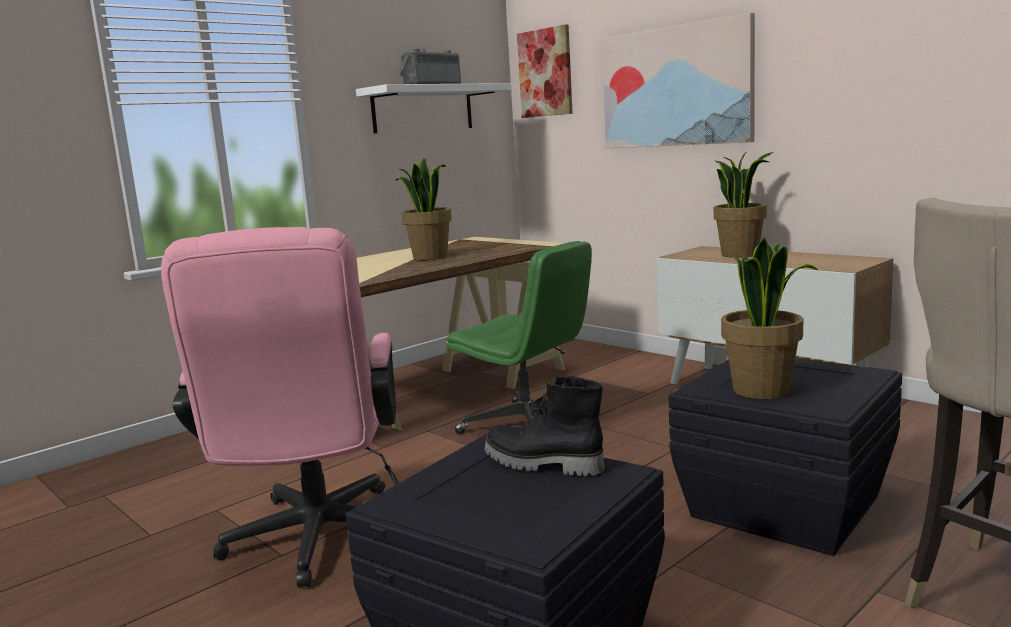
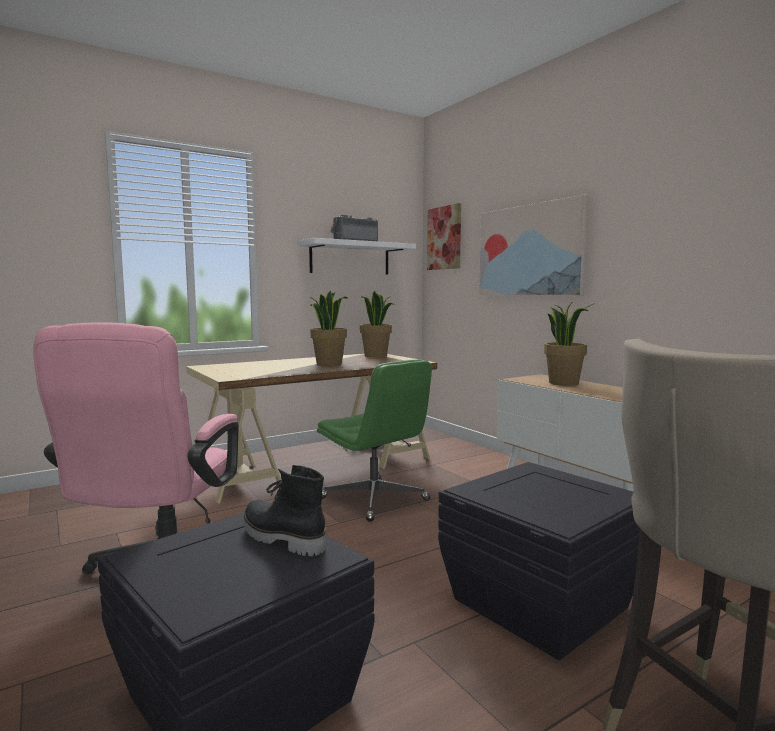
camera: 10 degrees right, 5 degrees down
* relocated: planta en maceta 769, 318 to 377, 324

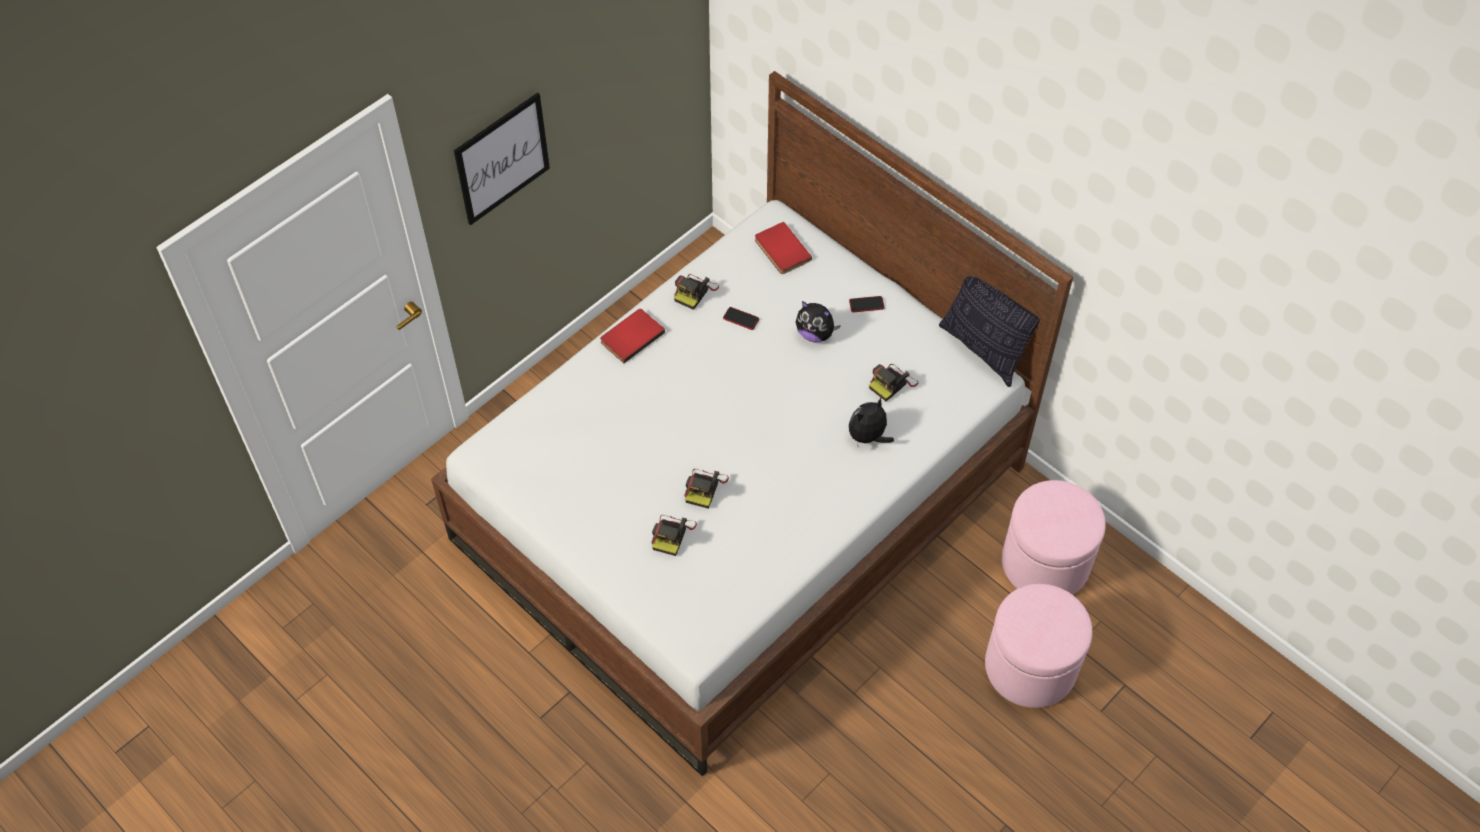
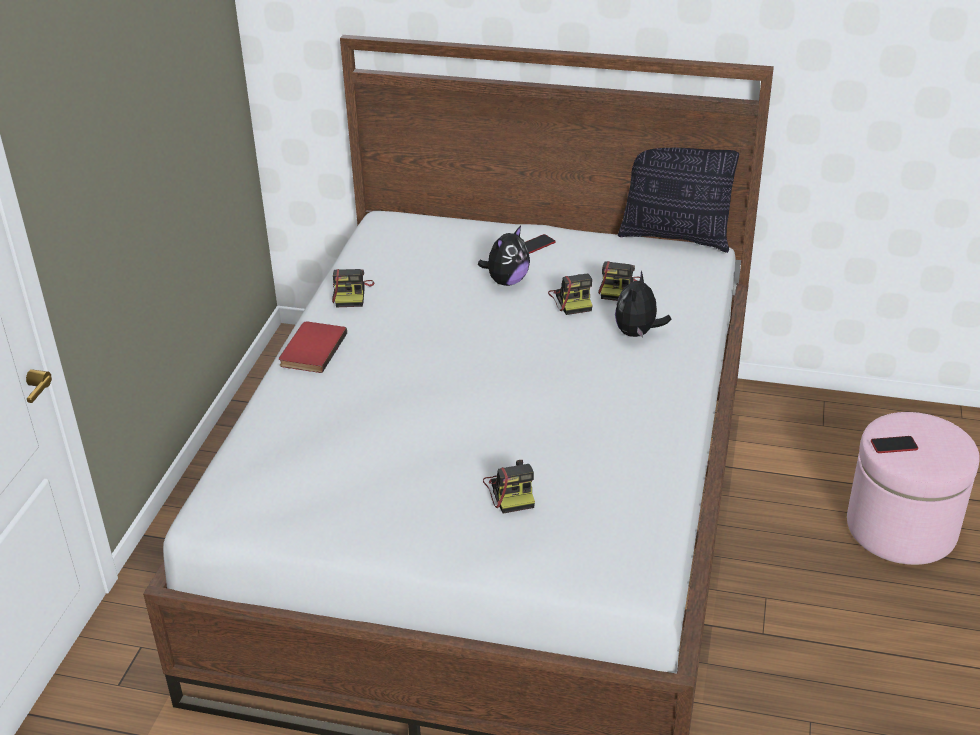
camera: 30 degrees left, 20 degrees down
* missing: cuadro 502, 158
* missing: libro (rojo) 783, 248
* missing: puf (rosa) 1054, 537
* relocated: cámara 706, 488 to 570, 294
* relocated: móvil 741, 318 to 894, 444
* spun: peluche 818, 321 = 504, 256 45 degrees counterclockwise

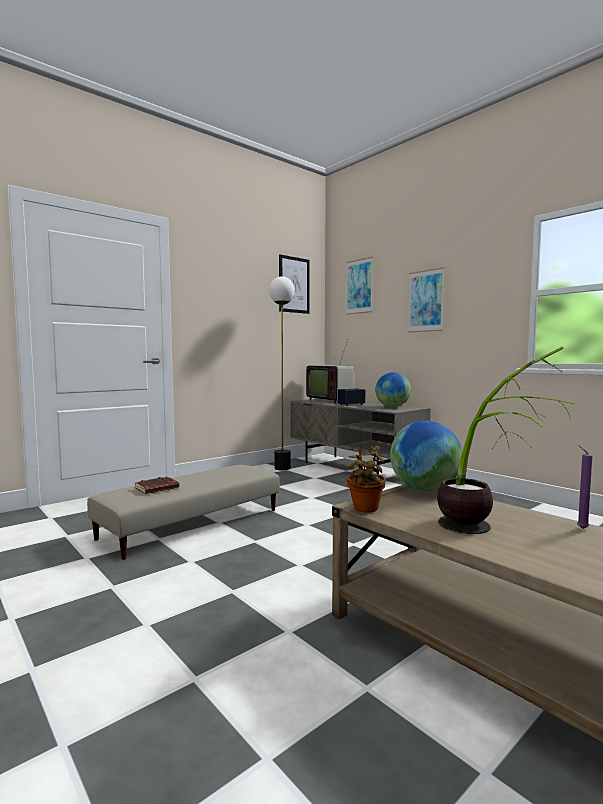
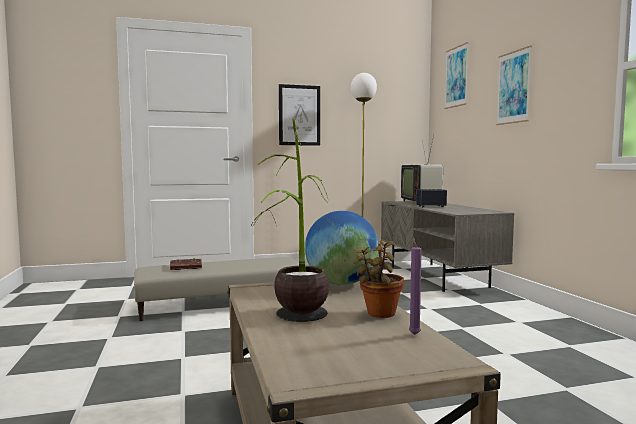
camera: 25 degrees right, 0 degrees up
* missing: globo terráqueo 393, 389
* relocated: cuadro 294, 284 to 299, 115
* relocated: planta en maceta 366, 478 to 379, 279

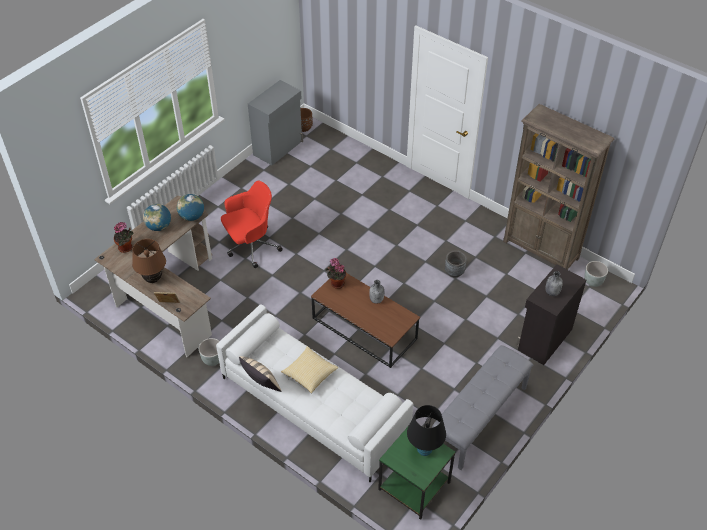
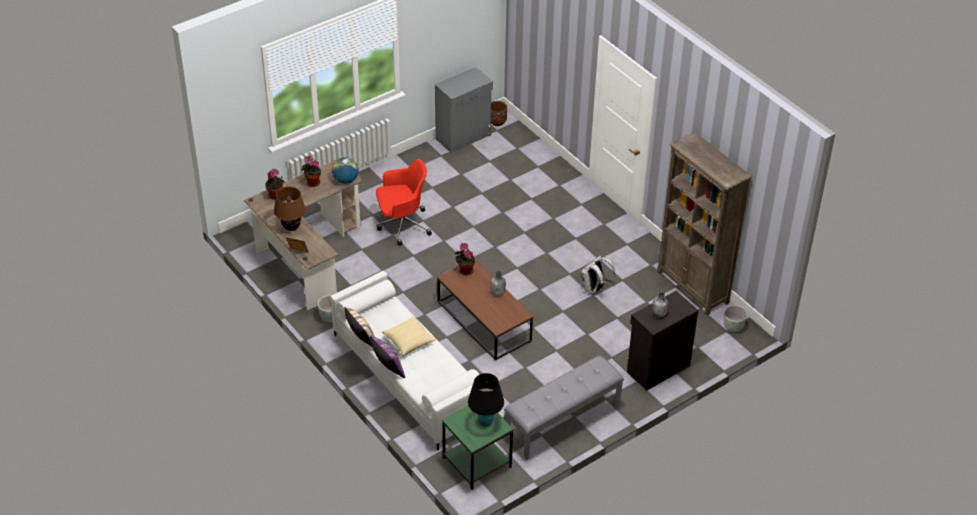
camera: 15 degrees right, 5 degrees down
* appeared: cojín (morado) 387, 357
* exchanged: globo terráqueo 157, 217 to planta en maceta 311, 171
* exchanged: maceta (gris) 456, 264 to mochila (blanco) 598, 275

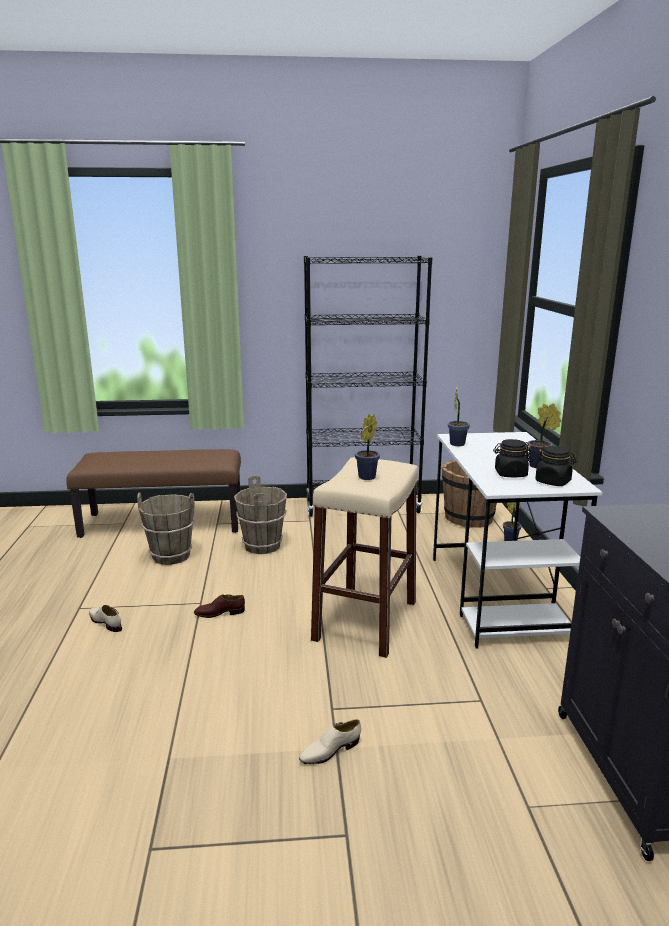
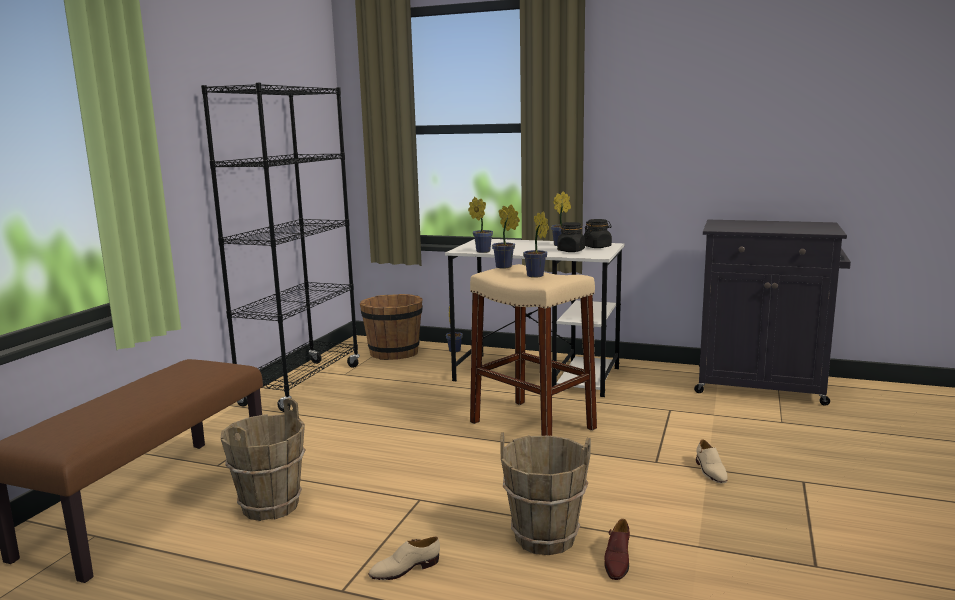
camera: 65 degrees left, 5 degrees down
* appeared: planta en maceta 506, 237
* relocated: zapato (marrón) 219, 606 to 617, 549
* relocated: cubo (marrón) 260, 514 to 545, 493

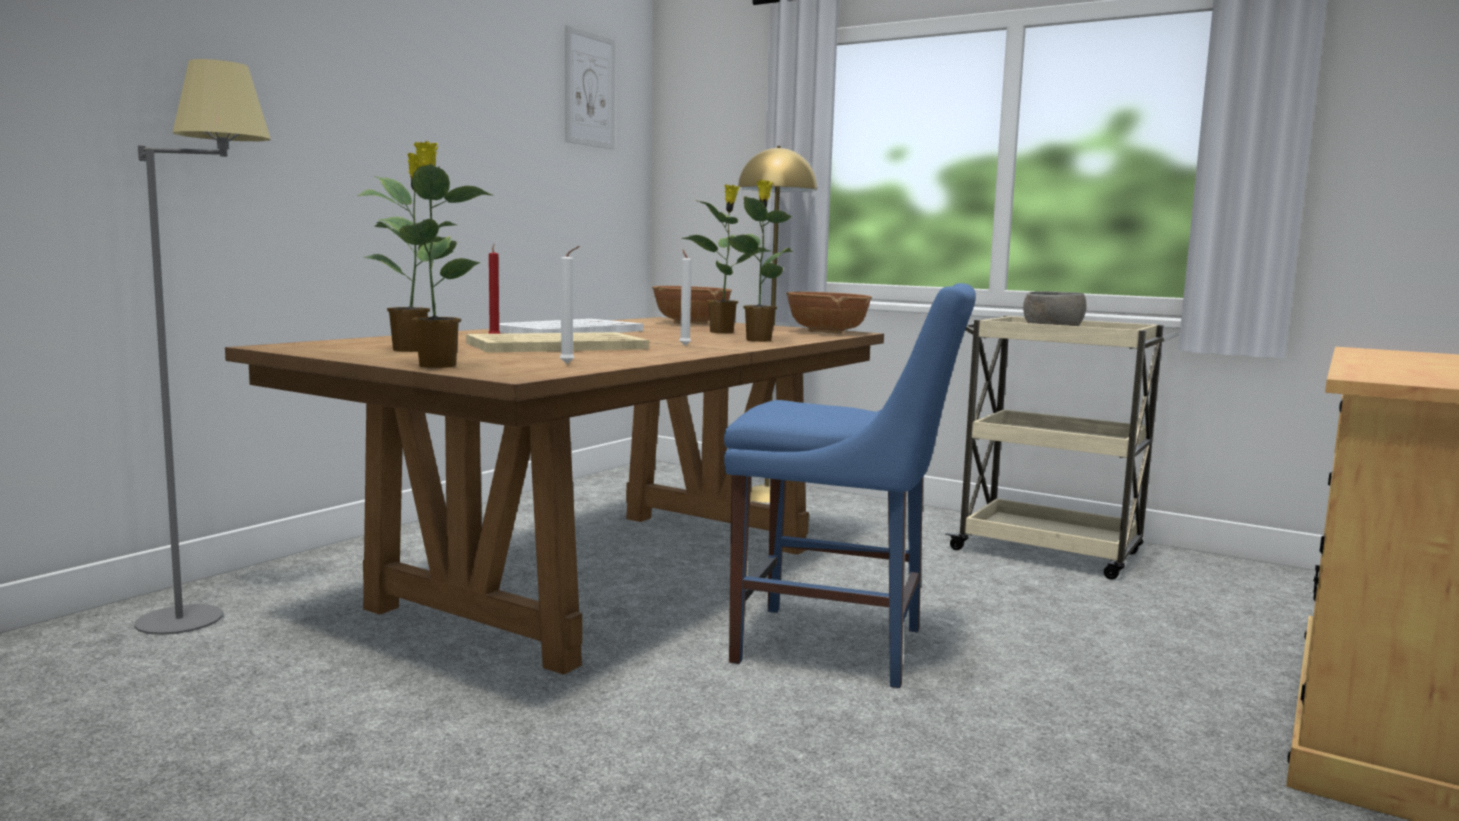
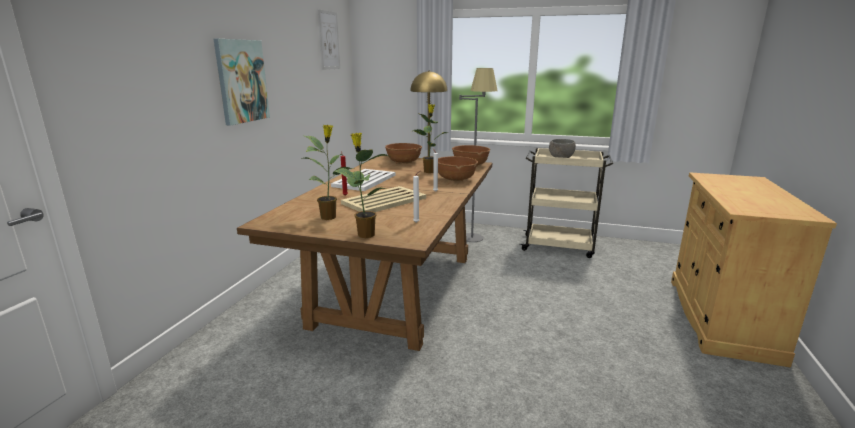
camera: 15 degrees left, 10 degrees up
* missing: silla (azul) 850, 485
* appeared: cuadro 242, 82
* relocated: lámpara de pie (gris) 202, 347 to 478, 155
* exchanged: planta en maceta 760, 261 to cuenco (marrón) 458, 168

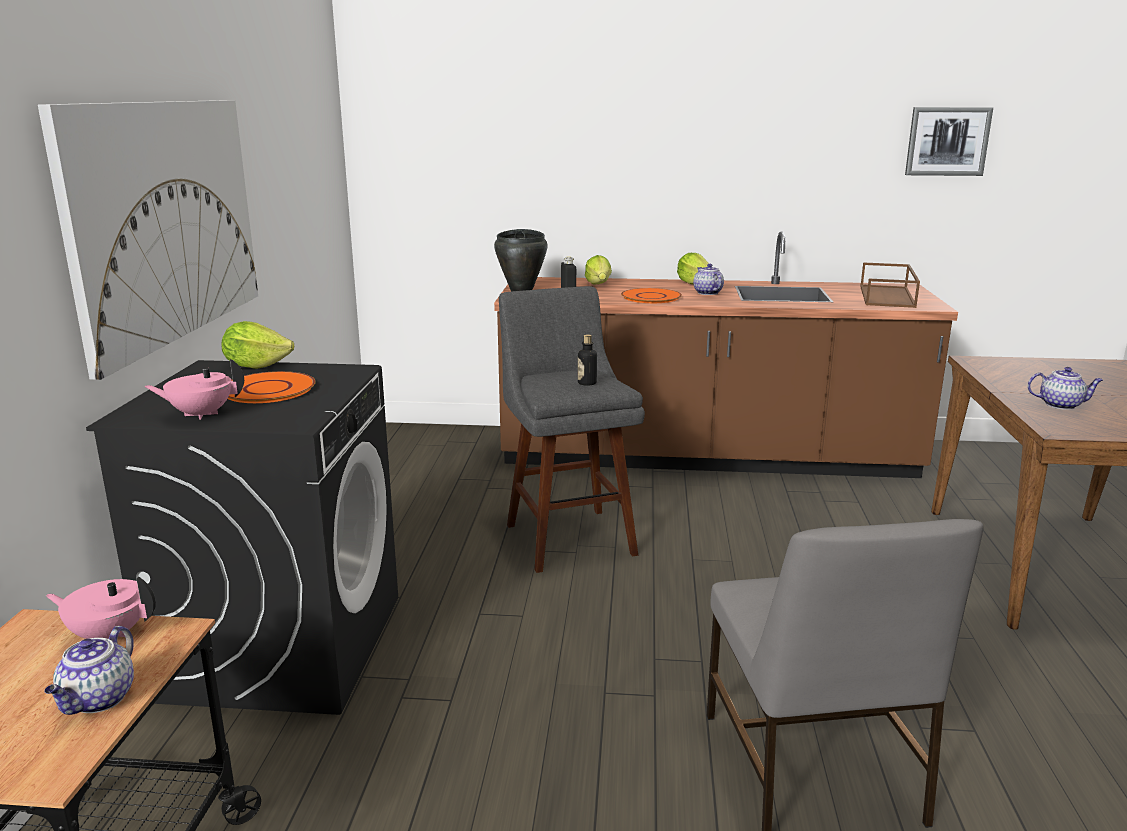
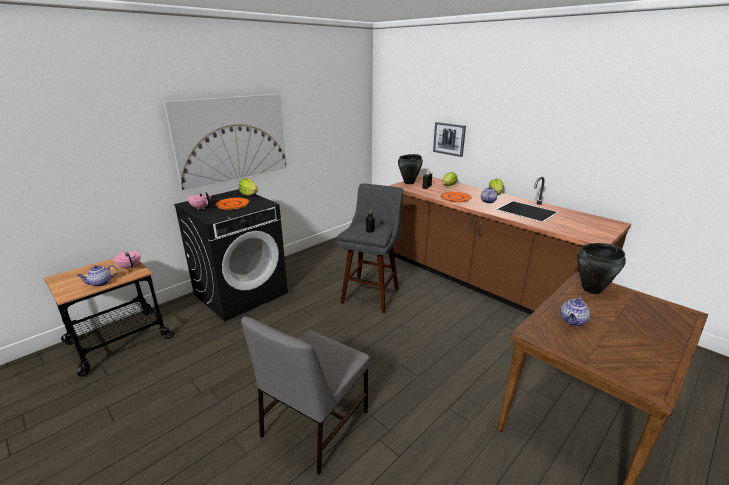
camera: 40 degrees right, 5 degrees up
* missing: bandeja (marrón) 890, 285
* appeared: olla (negro) 601, 268
* relocated: cuadro 949, 141 to 449, 139
* spun: tetera 1065, 388 = 575, 311 75 degrees clockwise

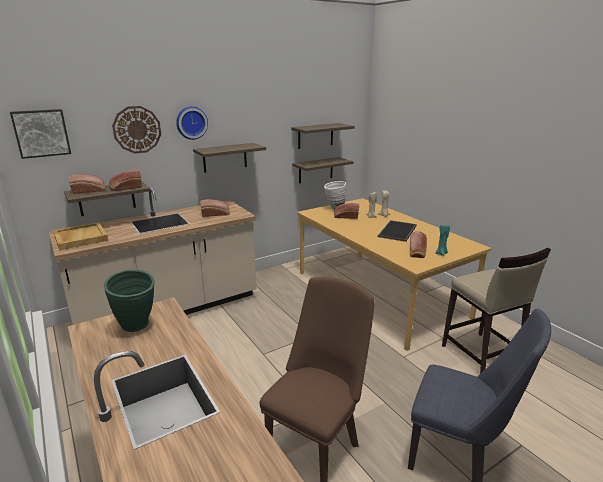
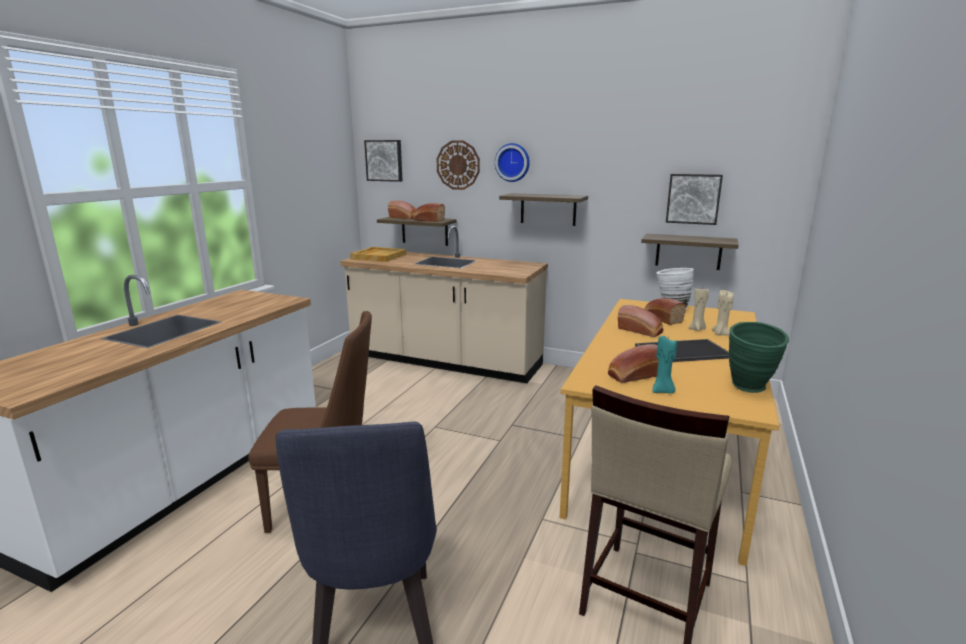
camera: 55 degrees right, 5 degrees down
* relocated: florero (verde) 129, 301 to 759, 357
* relocated: pan 214, 208 to 641, 321
* exchanged: estante 323, 136 to cuadro 694, 199

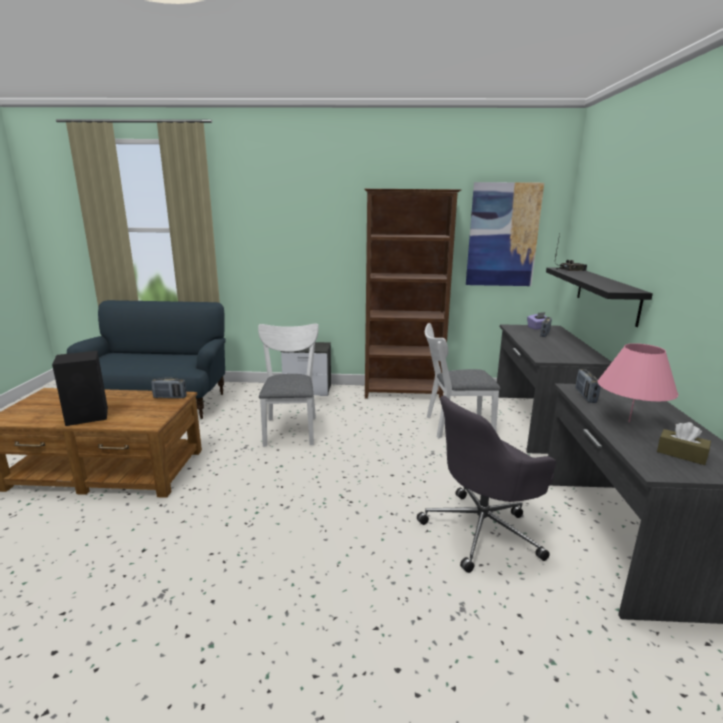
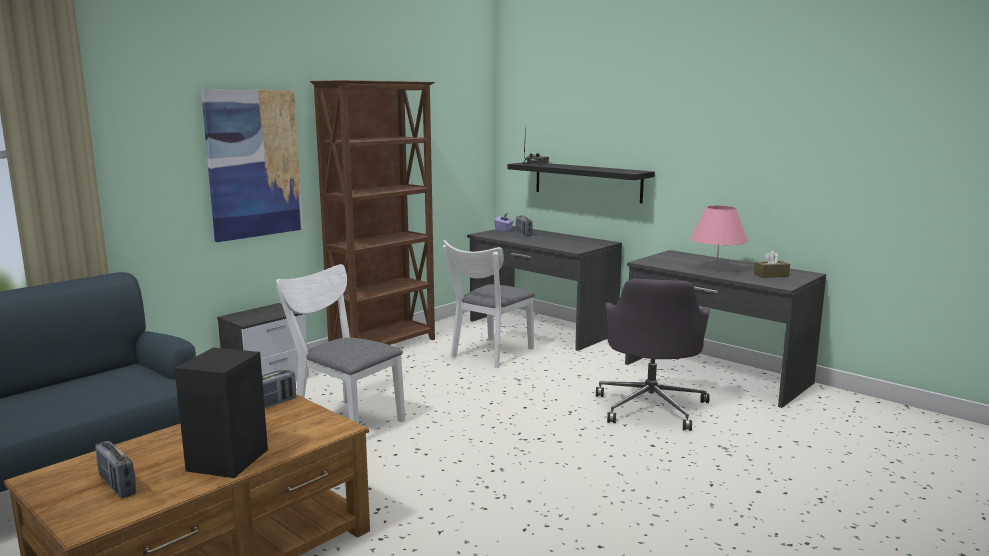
camera: 50 degrees left, 5 degrees down
* relocated: cuadro 505, 234 to 252, 165
* relocated: radio 588, 386 to 115, 469

